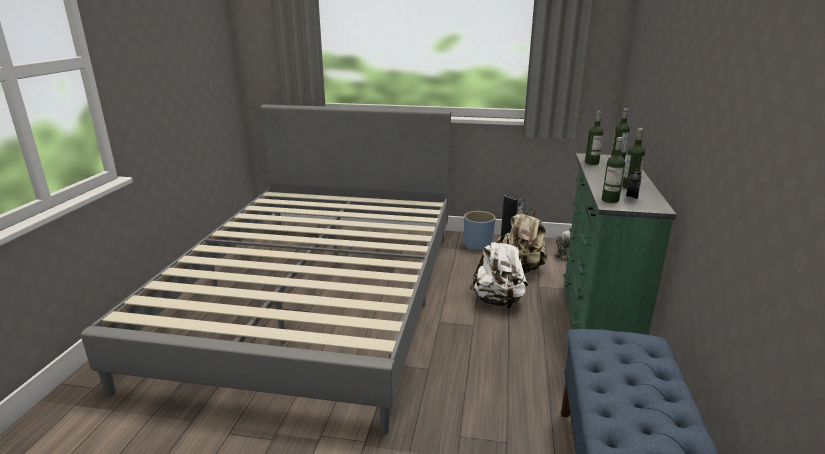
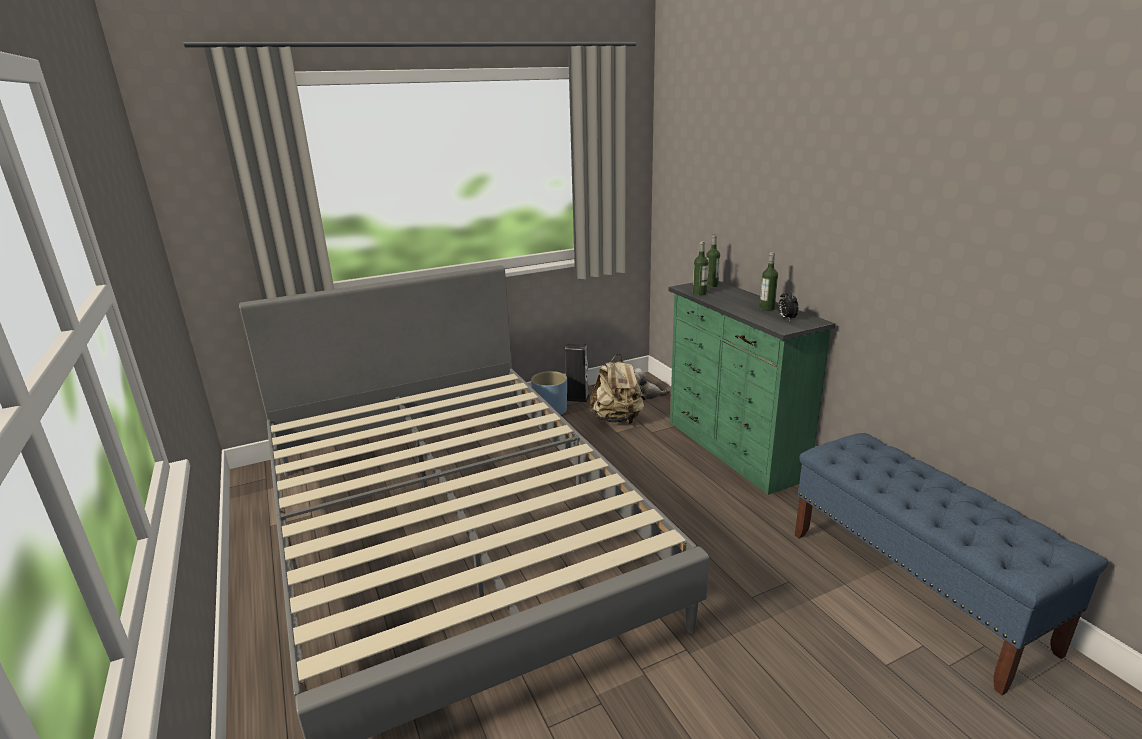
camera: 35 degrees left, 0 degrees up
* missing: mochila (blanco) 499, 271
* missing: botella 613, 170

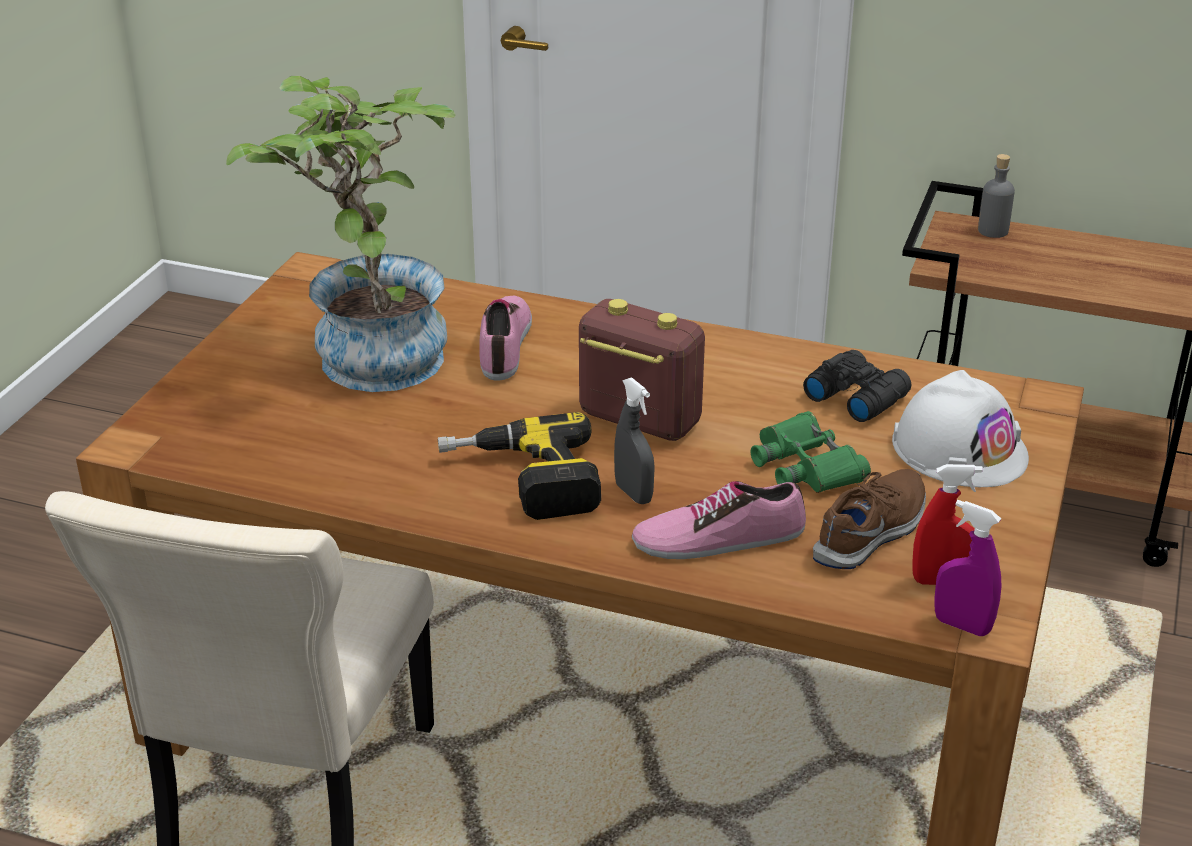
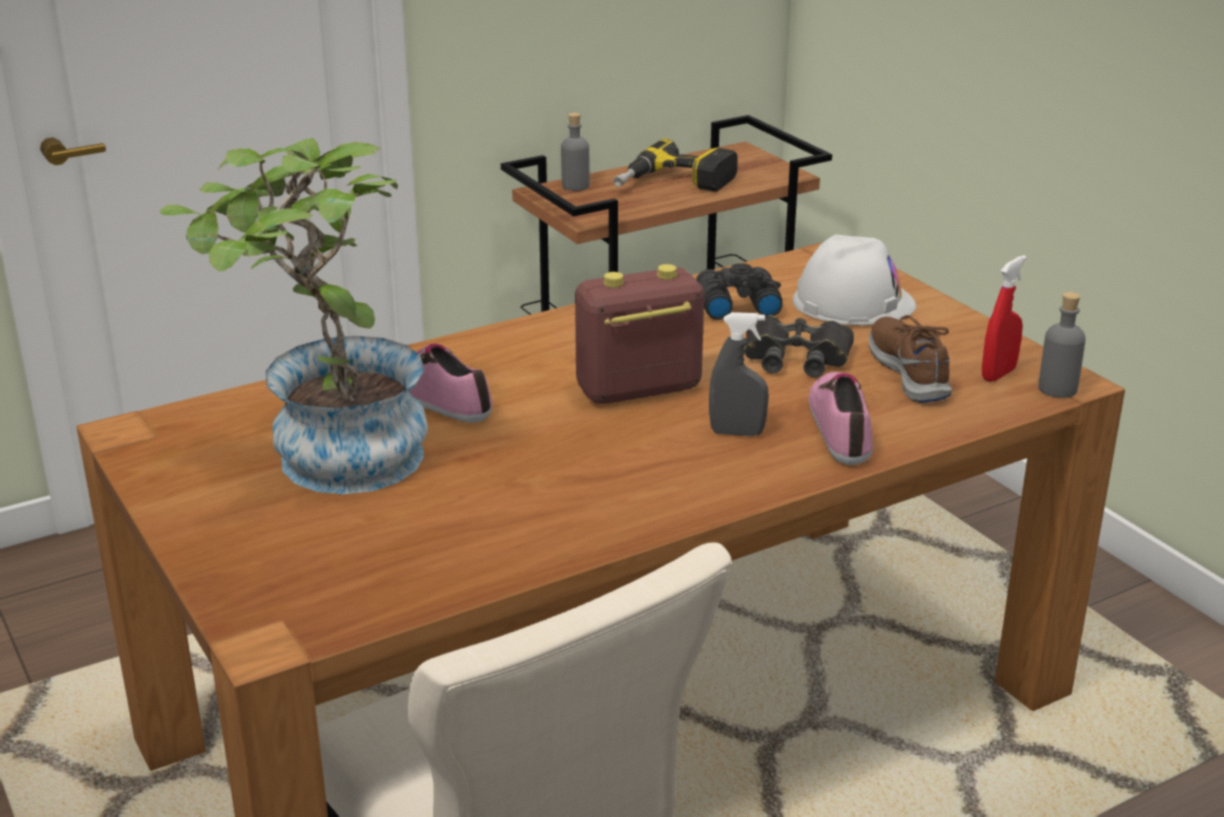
camera: 50 degrees left, 5 degrees down
* relocated: taladro 519, 466 to 675, 165
* exchanged: pulverizador (morado) 968, 568 to botella (gris) 1062, 345
* colour: prismáticos (verde) 811, 452 to prismáticos (negro) 799, 346
* spun: zapato 719, 520 = 841, 418 150 degrees clockwise

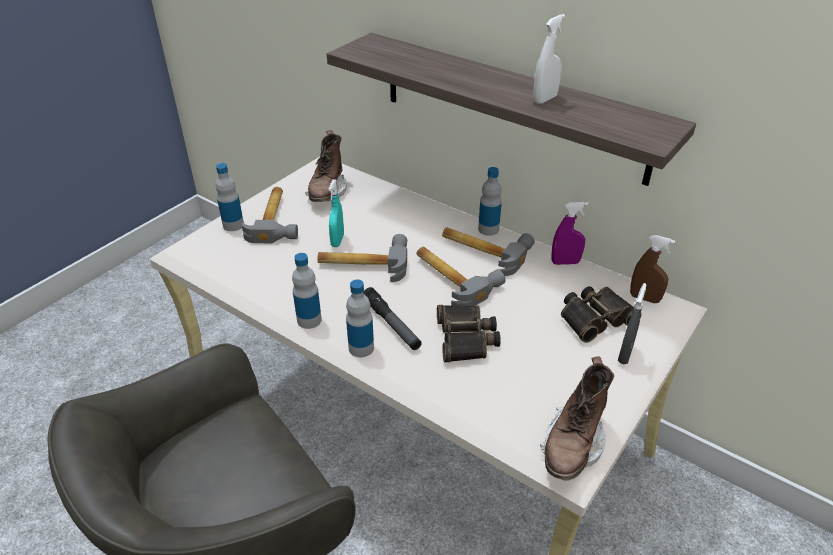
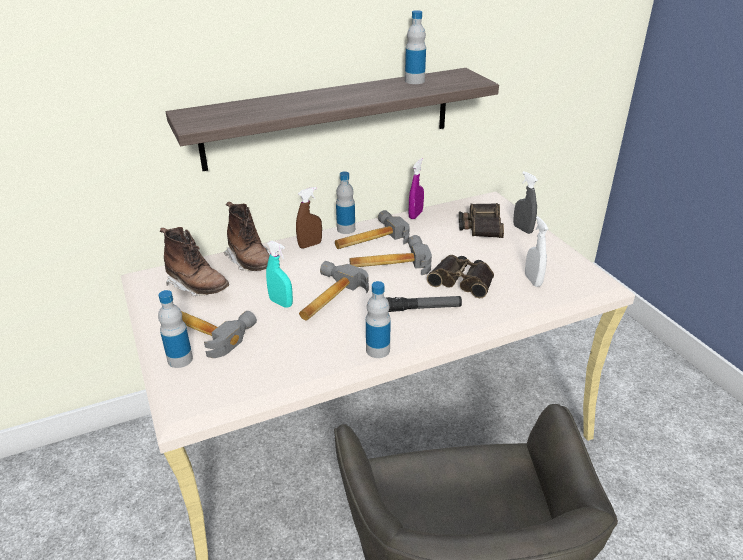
camera: 60 degrees left, 5 degrees down
* relocated: botella 360, 318 to 415, 47
* relocated: pulverizador (blanco) 549, 59 to 536, 251
* relocated: bota (marrón) 577, 418 to 247, 236
* relocated: pulverizador (marrón) 652, 269 to 309, 217

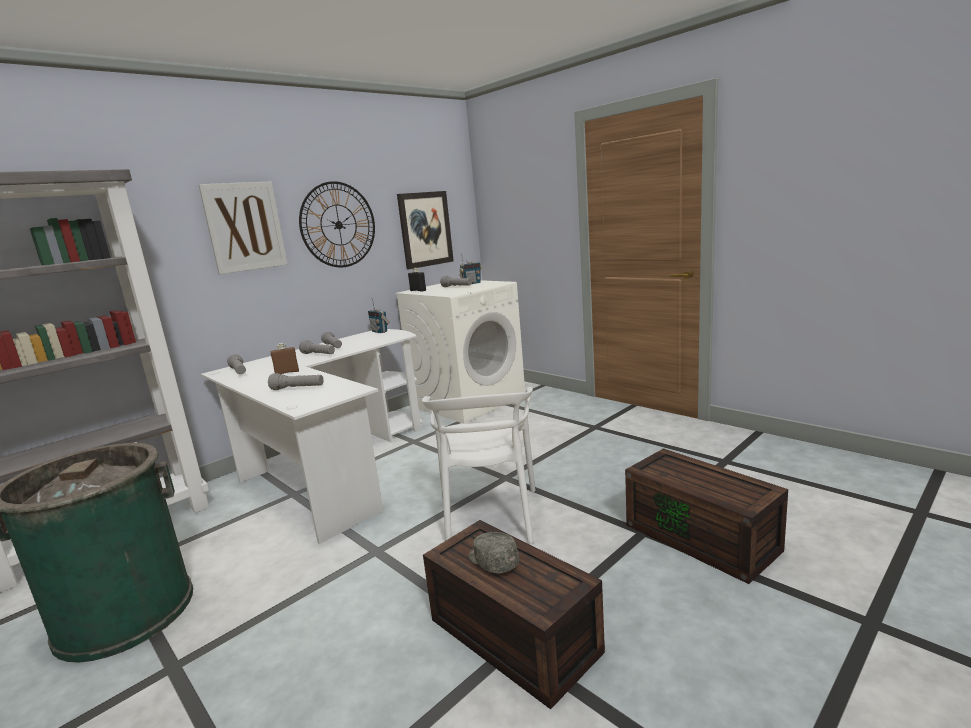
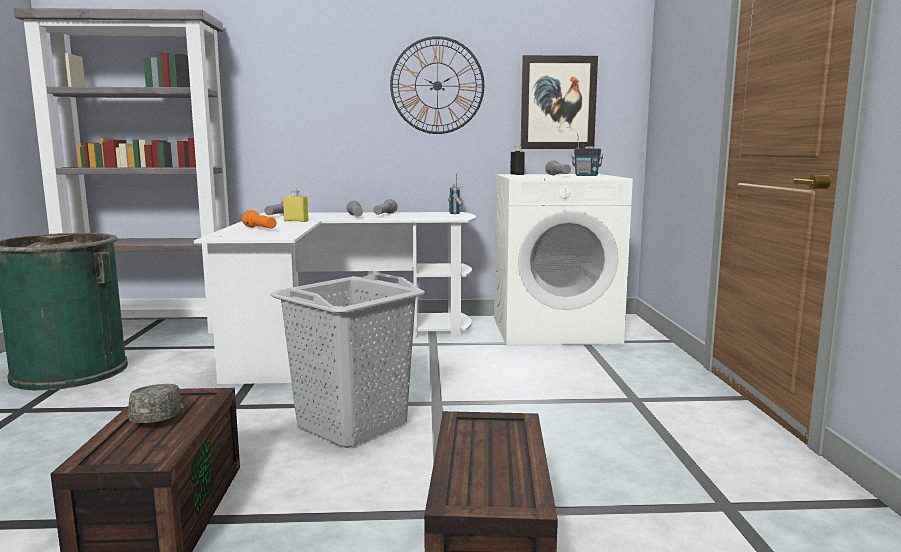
camera: 40 degrees right, 5 degrees down
* missing: cuadro 242, 227
* exchanged: silla (blanco) 479, 465 to cesto de la ropa (gris) 347, 360
* colour: linterna (gris) 296, 381 to linterna (naranja) 259, 219
* colour: botella (marrón) 285, 358 to botella (amarillo) 295, 205

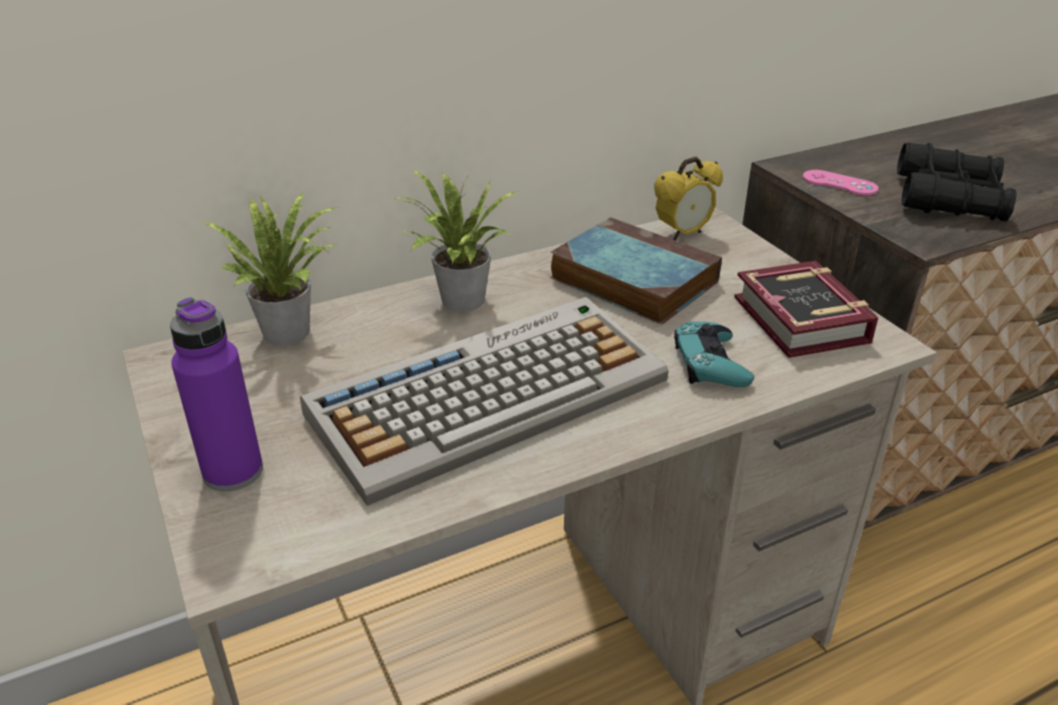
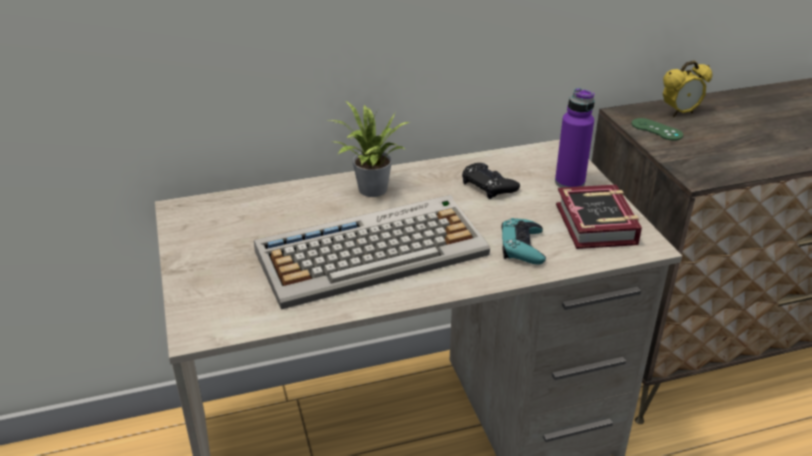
camera: 10 degrees right, 0 degrees up
* missing: planta en maceta 269, 269
* missing: prismáticos (negro) 956, 182
* relocated: botella (morado) 216, 394 to 575, 138
* relocated: despertador 688, 198 to 687, 88
* exchanged: libro 636, 271 to mando de consola (negro) 491, 181
* colour: mando de consola (rosa) 841, 182 to mando de consola (verde) 657, 129

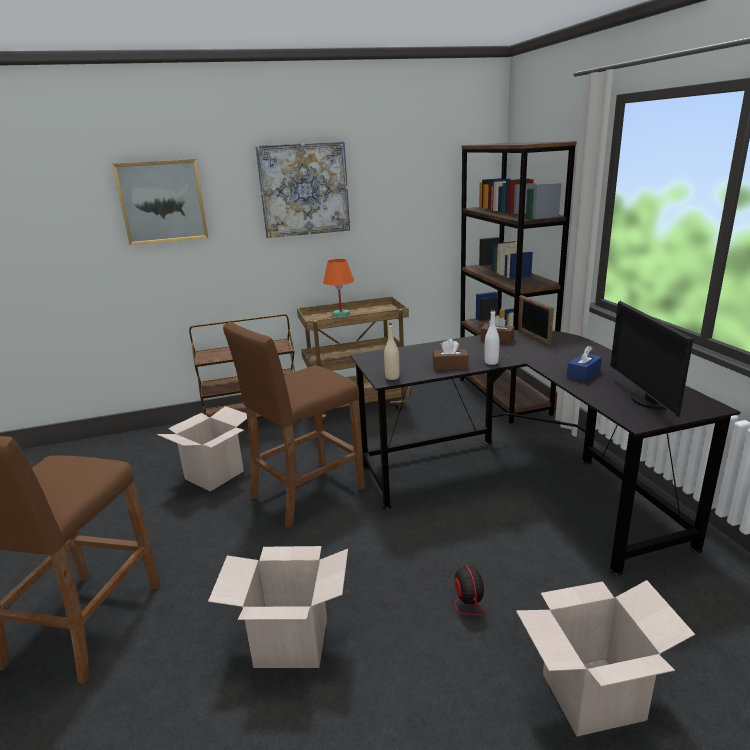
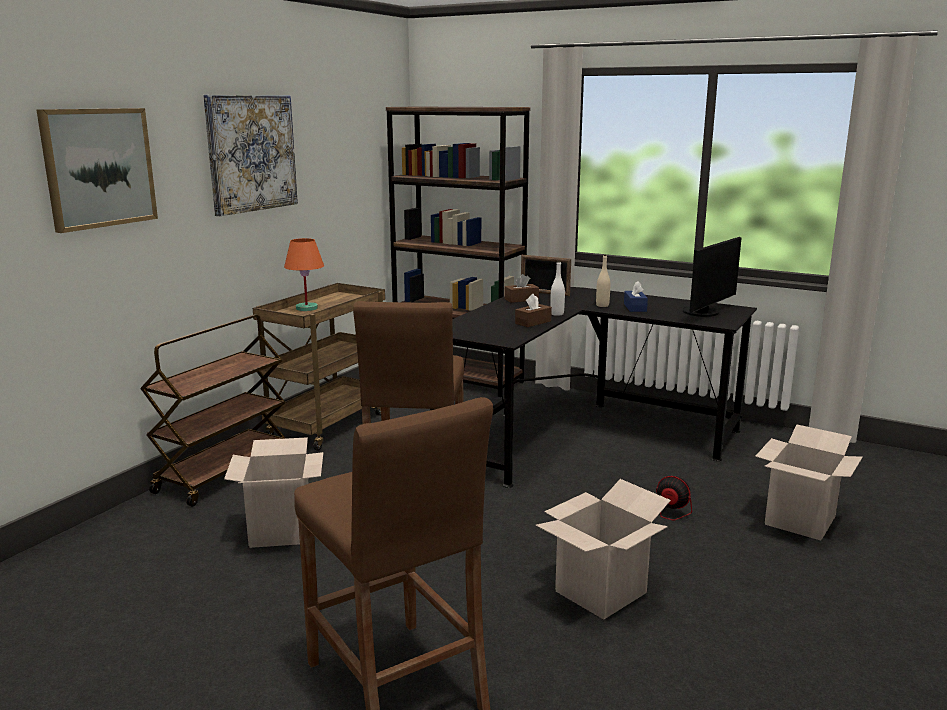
camera: 45 degrees left, 5 degrees down
* relocated: botella (beis) 392, 351 to 603, 280
* spun: monitor 651, 359 = 711, 277 90 degrees counterclockwise

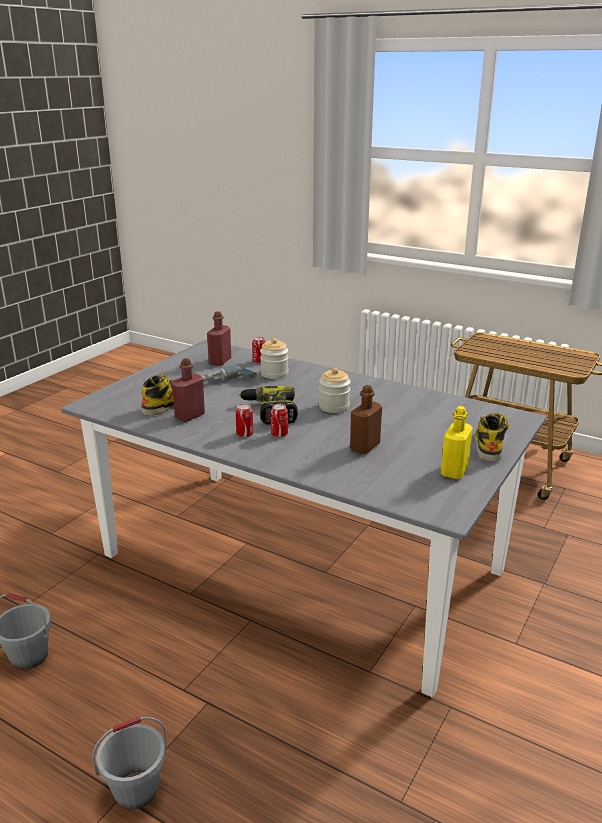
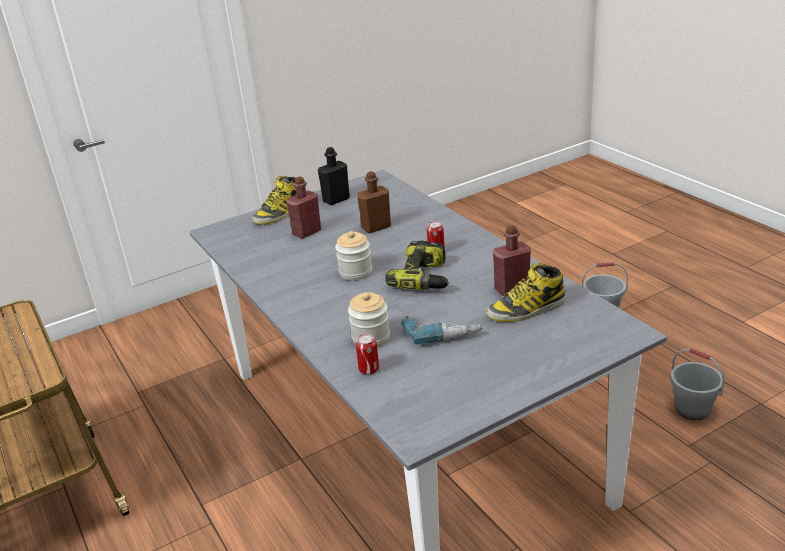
camera: 150 degrees left, 5 degrees up
* missing: lata 244, 420
* relocated: botella (rojo) 219, 338 to 303, 208
* colour: botella (amarillo) 457, 442 to botella (negro) 334, 176

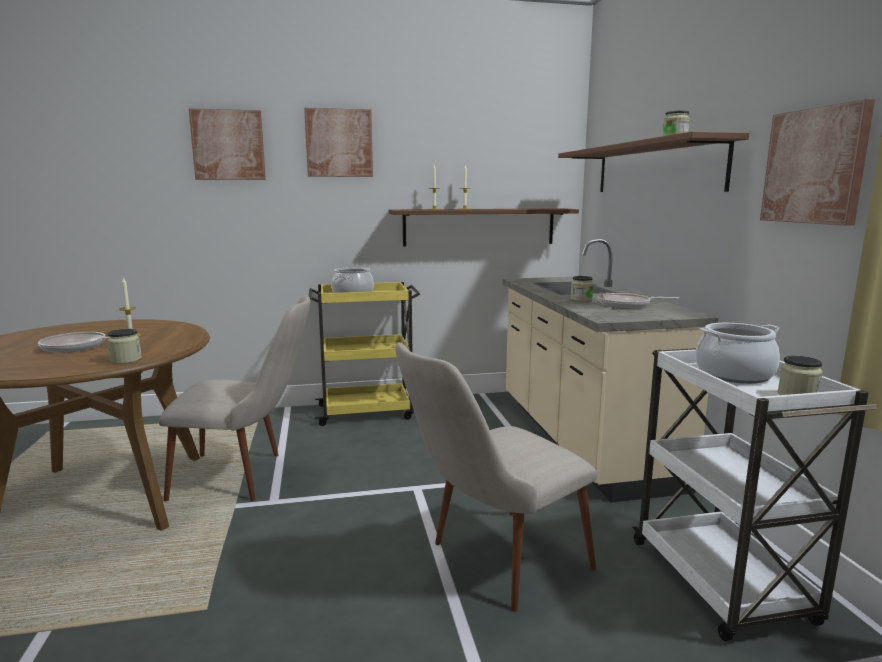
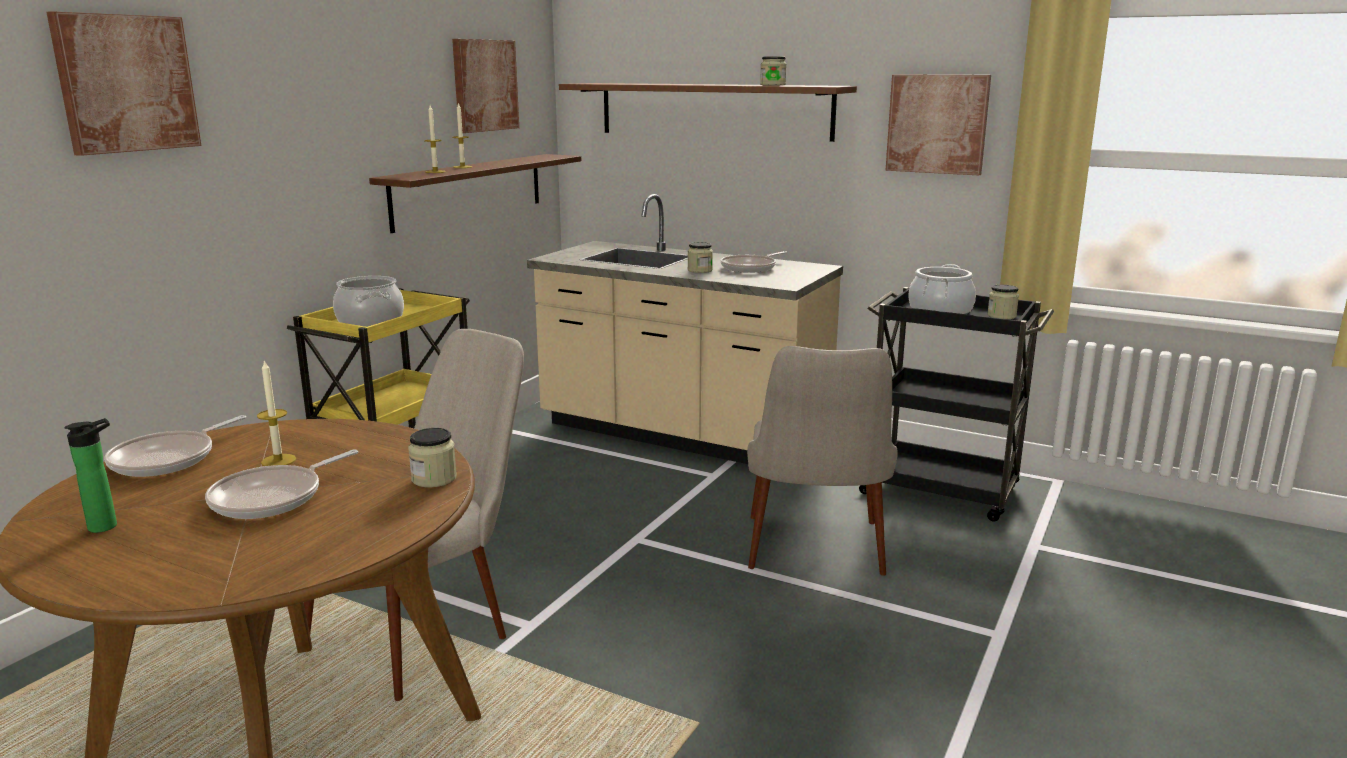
camera: 50 degrees left, 5 degrees up
* appeared: botella 90, 475
* appeared: sartén 175, 446
* relocated: cuadro 338, 142 to 485, 86
* colour: carrito (blanco) 754, 494 to carrito (negro) 956, 404

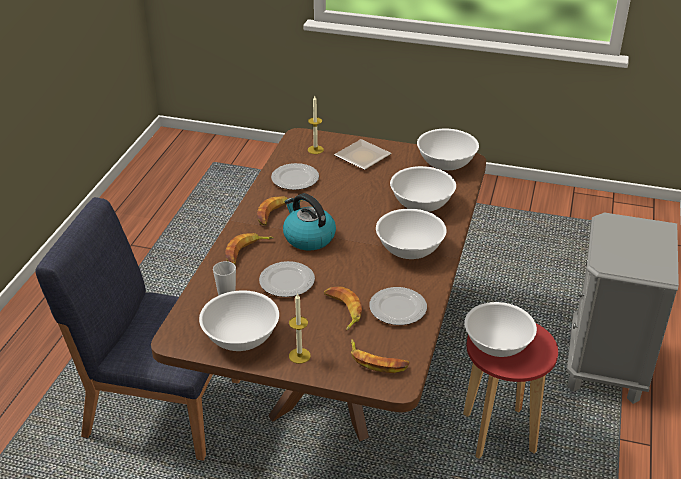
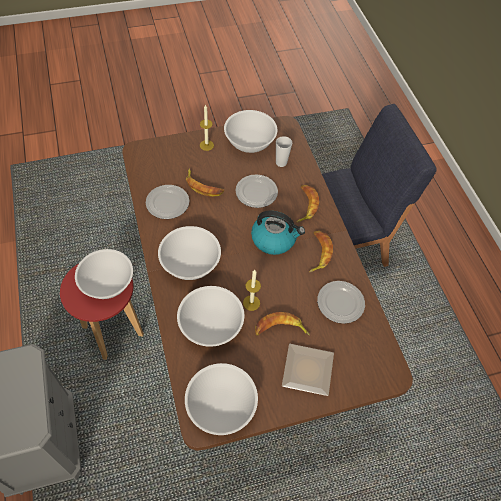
camera: 145 degrees right, 20 degrees up
* relocated: vela 316, 125 to 252, 290
* relocated: plátano 380, 356 to 282, 324

